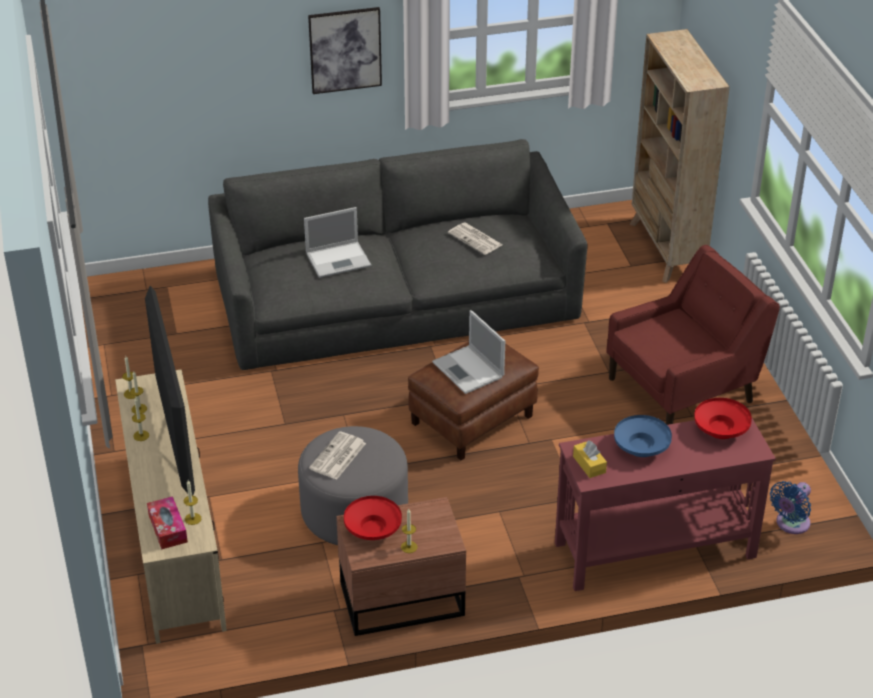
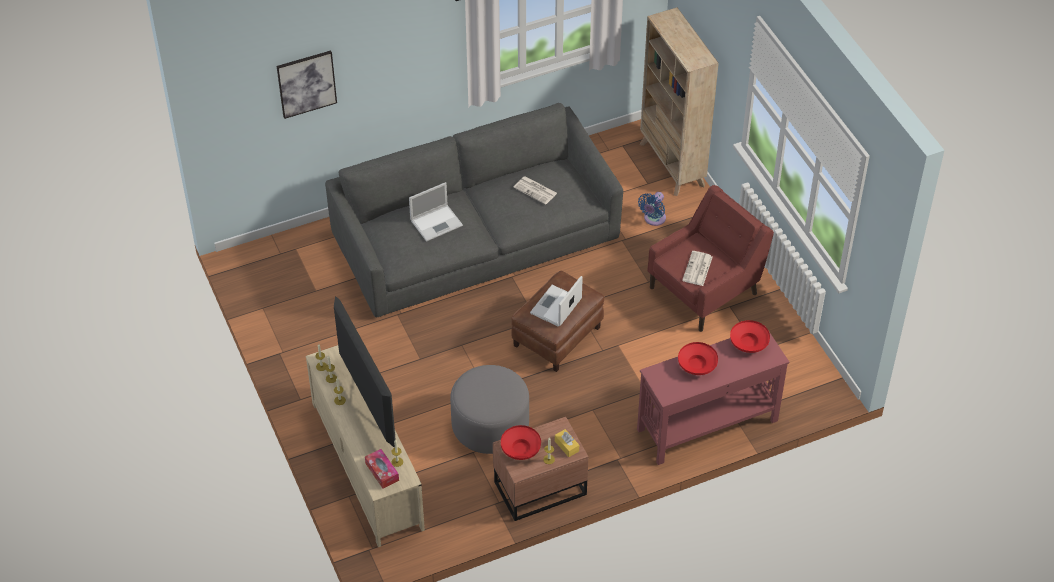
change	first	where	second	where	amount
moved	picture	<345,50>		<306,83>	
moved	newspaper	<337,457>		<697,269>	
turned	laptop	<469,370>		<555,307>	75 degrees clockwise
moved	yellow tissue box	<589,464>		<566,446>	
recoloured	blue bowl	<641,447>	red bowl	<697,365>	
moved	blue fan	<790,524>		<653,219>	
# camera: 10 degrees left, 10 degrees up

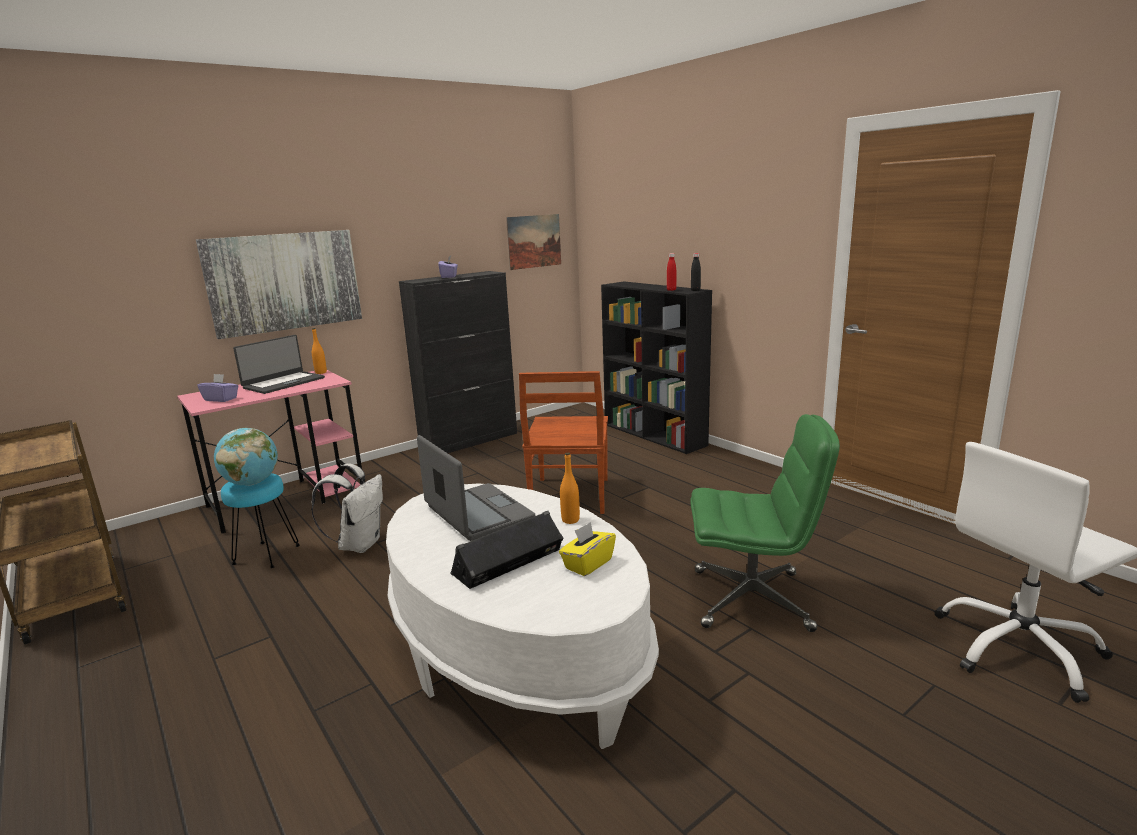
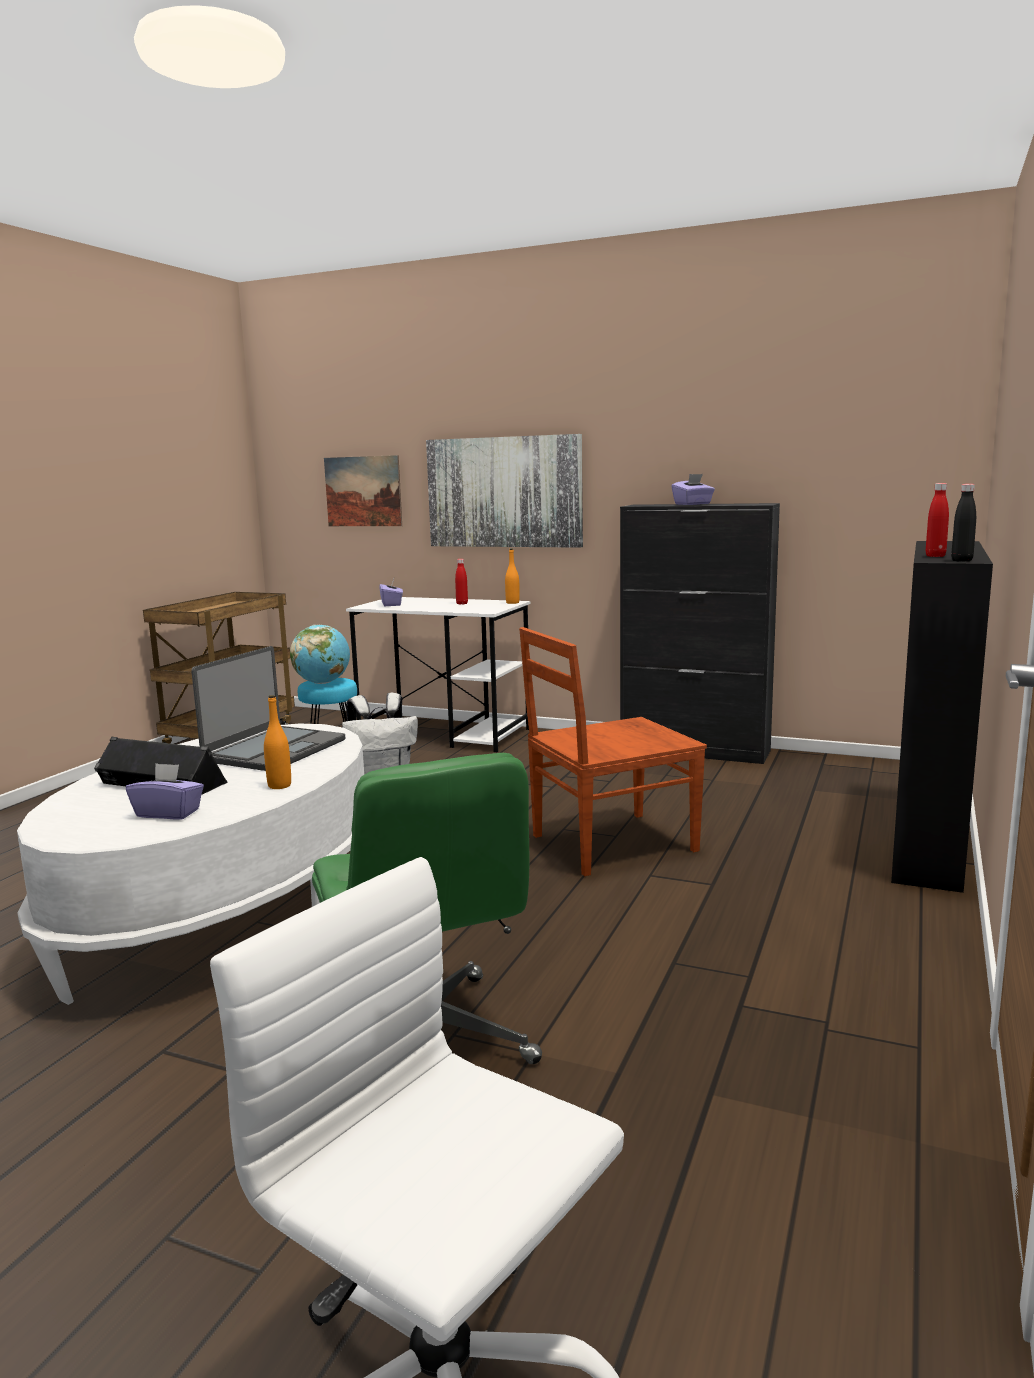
change	first	where	second	where	amount
recoloured	pink desk	<288,498>	white desk	<446,734>	
replaced	laptop	<283,383>	red bottle	<462,603>	
moved	picture	<534,241>		<363,491>	
recoloured	yellow tissue box	<588,564>	purple tissue box	<168,813>	
# camera: 60 degrees right, 5 degrees down

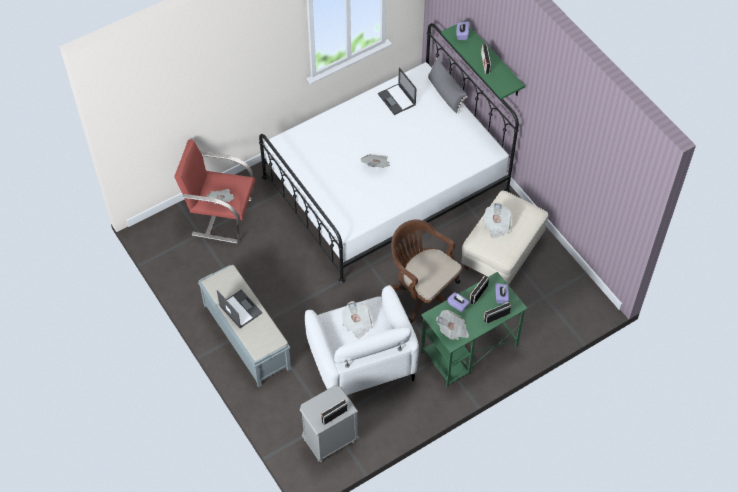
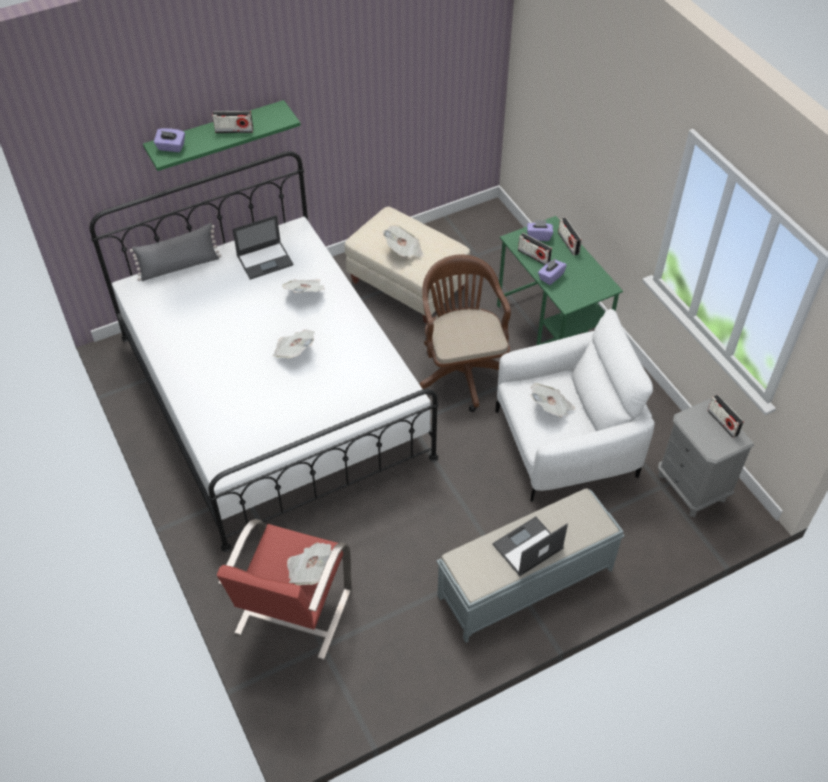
change	first	where	second	where	amount
moved	laptop	<397,99>		<265,260>	
turned	brown office chair	<423,293>		<462,369>	120 degrees clockwise
moved	newspaper	<452,330>		<306,293>	
# camera: 85 degrees left, 5 degrees down

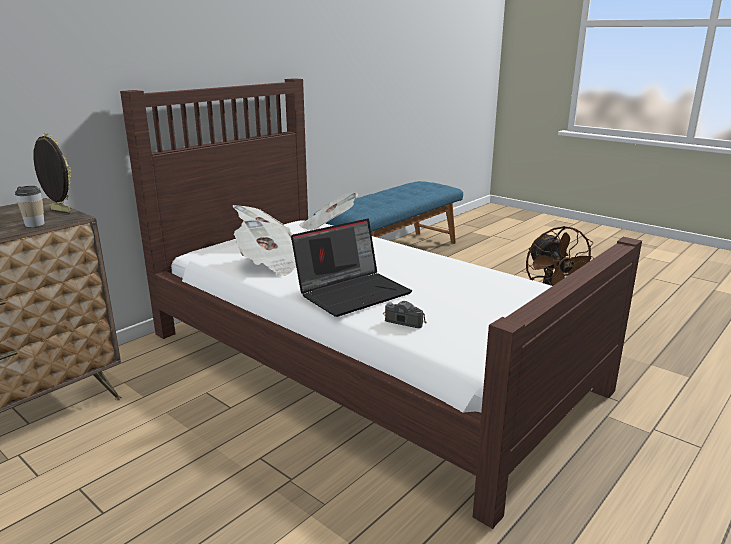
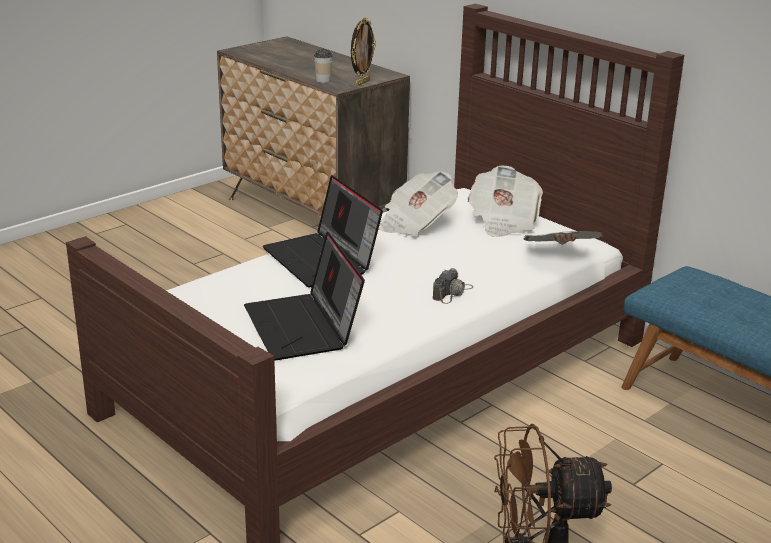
change	first	where	second	where	amount
moved	photo camera	<402,319>		<452,292>	
added			laptop	<304,327>	
# camera: 95 degrees right, 5 degrees up

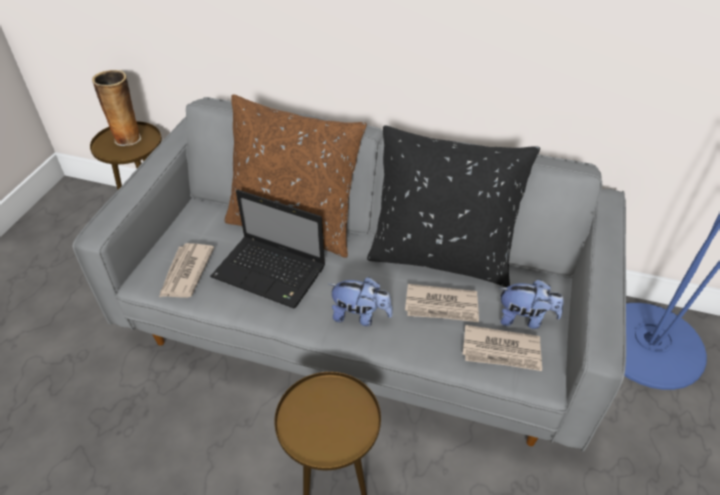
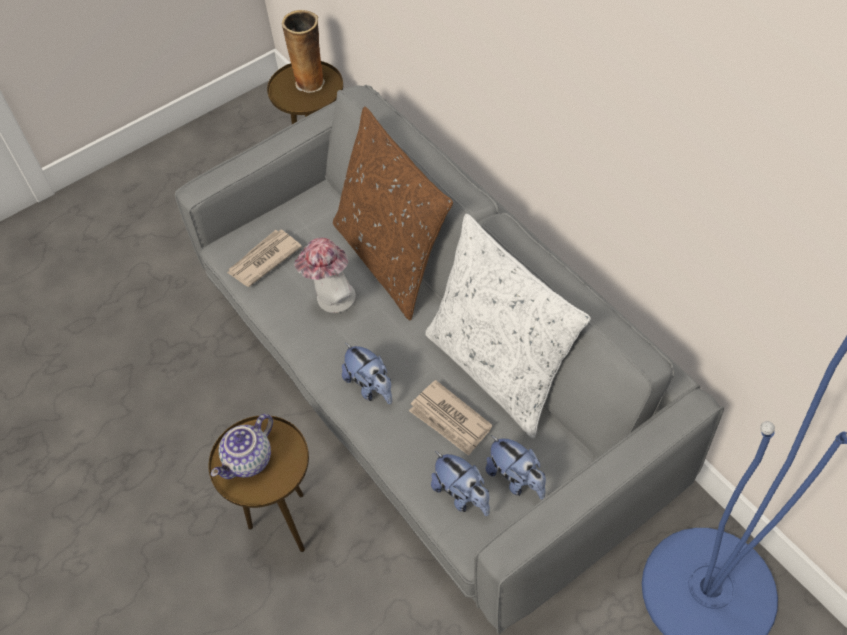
change	first	where	second	where	amount
replaced	laptop	<271,273>	hat	<331,300>	
recoloured	black pillow	<441,256>	white pillow	<498,369>	
replaced	newspaper	<502,351>	plush toy	<462,495>	
added			teapot	<249,461>	
# camera: 40 degrees right, 10 degrees up

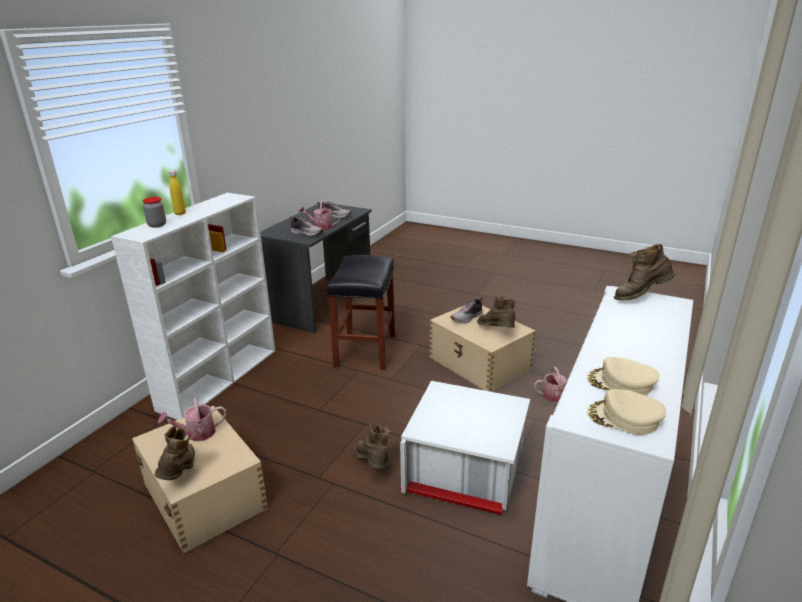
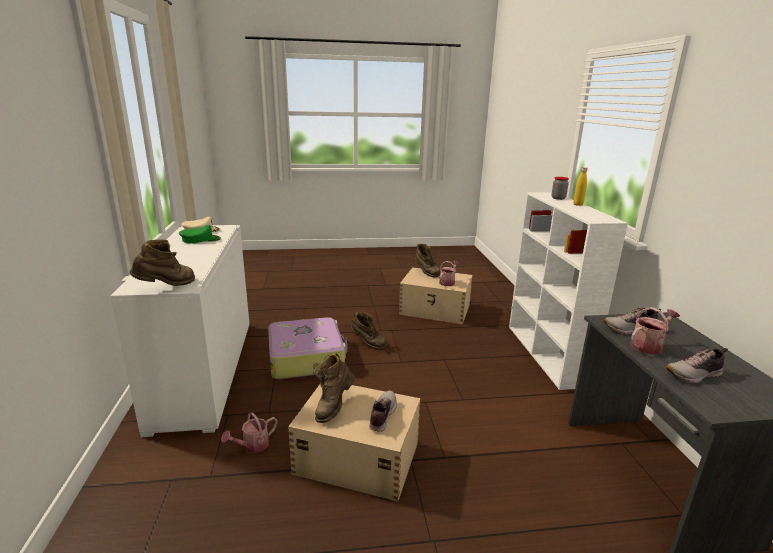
change	first	where	second	where	amount
removed	black stool	<366,351>			
replaced	white storage box	<464,473>	suitcase	<307,357>	
turned	brown boot	<496,331>		<333,406>	90 degrees clockwise
recoloured	beige cap	<621,383>	green cap	<200,239>	
# camera: 145 degrees right, 5 degrees down

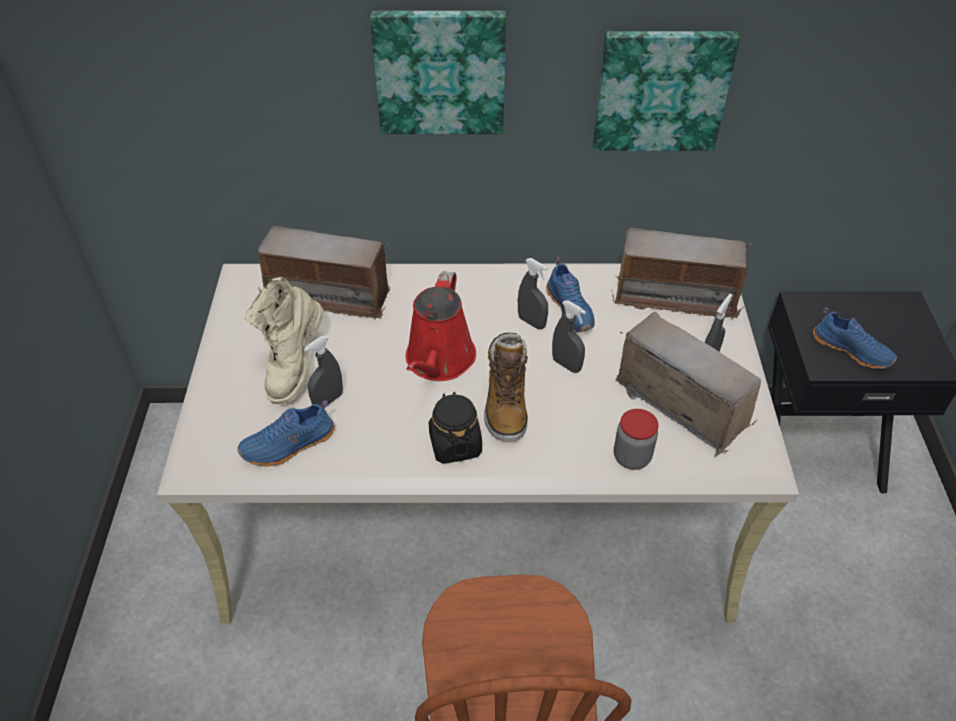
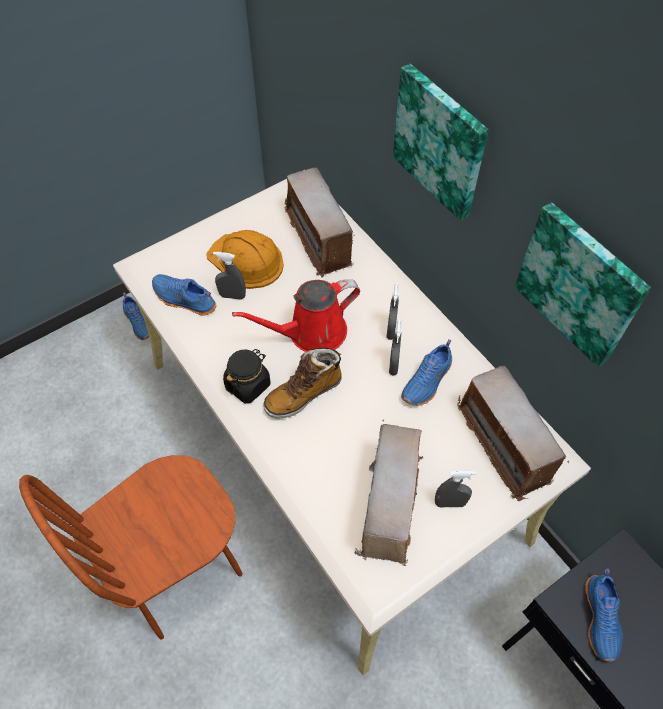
change	first	where	second	where	amount
replaced	beige boot	<294,366>	orange hard hat	<246,261>	
moved	grey spray bottle	<566,365>		<391,330>	
removed	jar	<632,457>			
added			blue shoe	<139,323>	
# camera: 55 degrees right, 10 degrees up

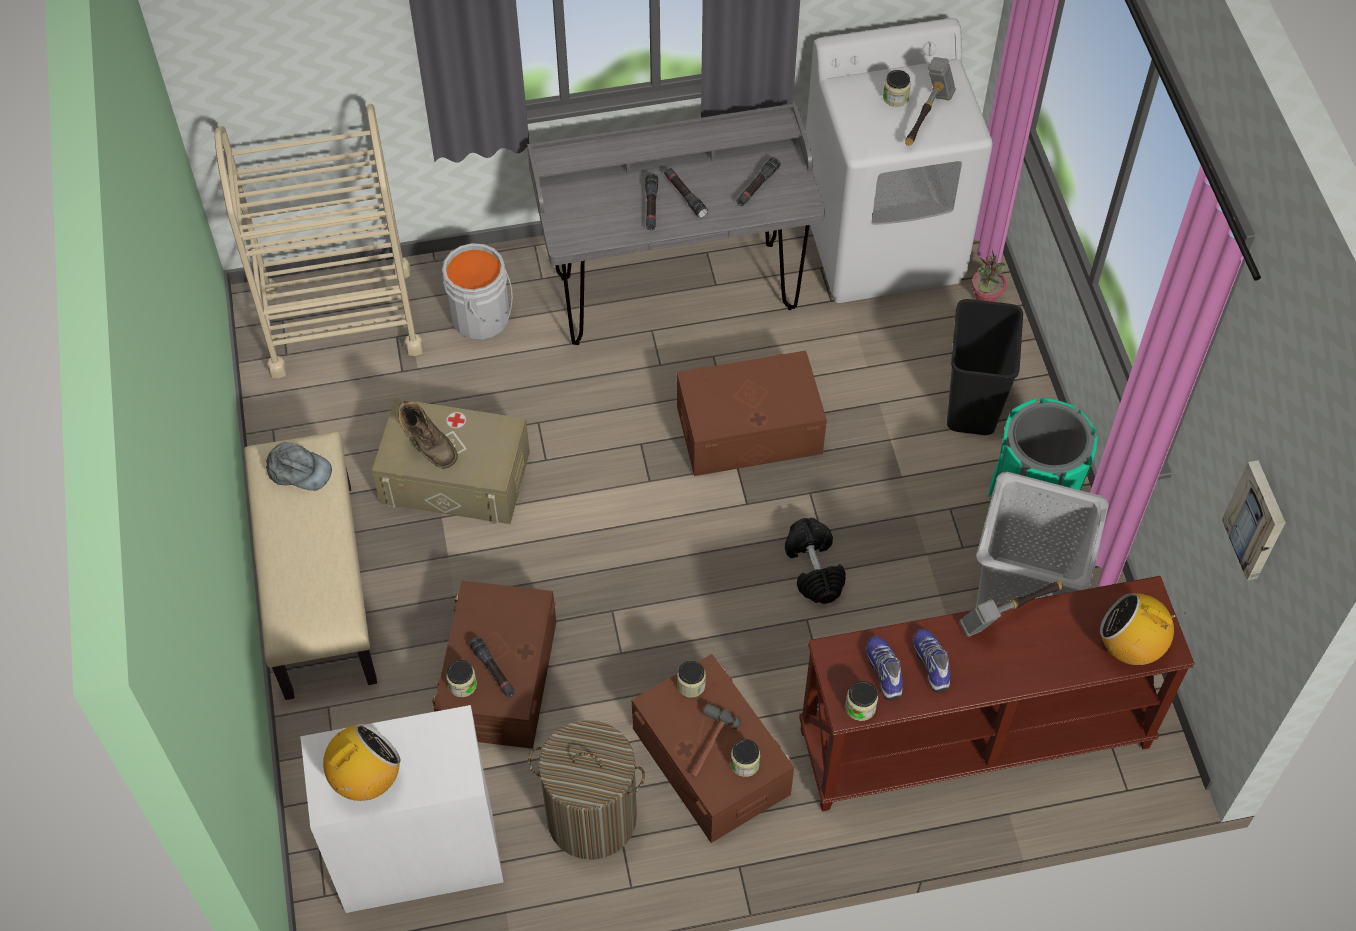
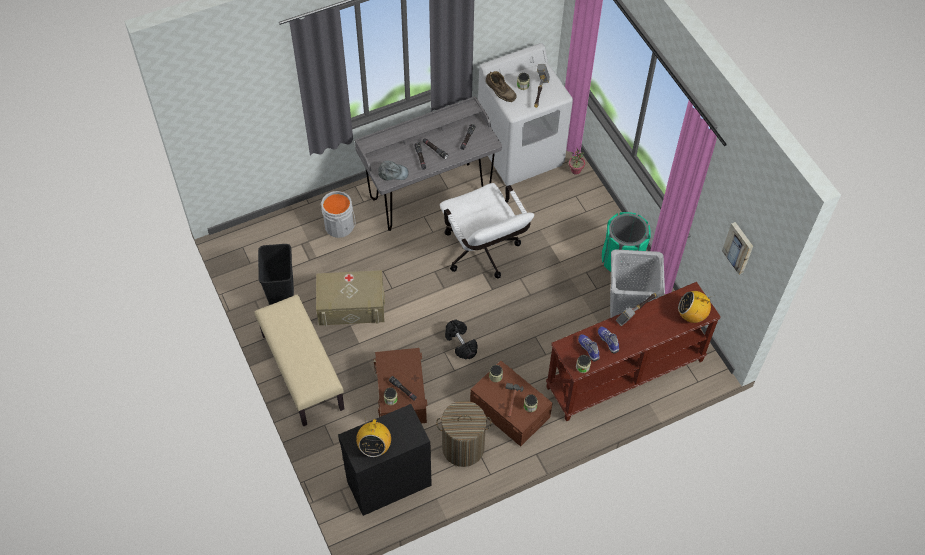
change	first	where	second	where	amount
removed	beige cart	<341,320>			
moved	grey cap	<299,470>		<393,173>	
recoloured	white cabinet	<417,855>	black cabinet	<388,482>	
turned	radio	<366,779>		<374,446>	150 degrees clockwise
moved	brown boot	<428,445>		<499,94>	
replaced	brown storage box	<749,430>	white office chair	<483,254>	
moved	black dumbbell	<813,569>		<460,343>	
moved	black trash can	<973,407>		<282,295>	
# camera: 15 degrees left, 0 degrees up

